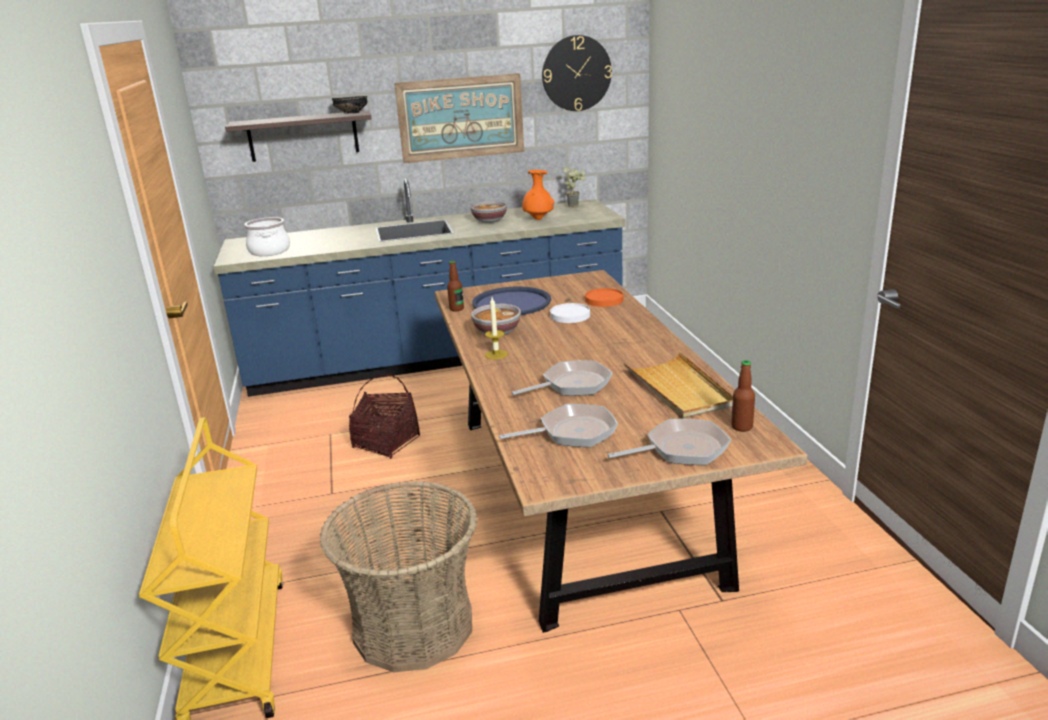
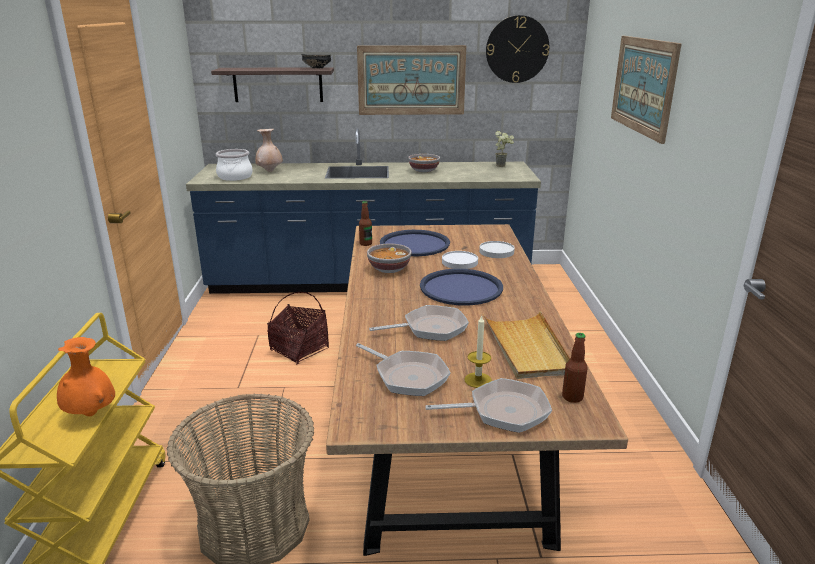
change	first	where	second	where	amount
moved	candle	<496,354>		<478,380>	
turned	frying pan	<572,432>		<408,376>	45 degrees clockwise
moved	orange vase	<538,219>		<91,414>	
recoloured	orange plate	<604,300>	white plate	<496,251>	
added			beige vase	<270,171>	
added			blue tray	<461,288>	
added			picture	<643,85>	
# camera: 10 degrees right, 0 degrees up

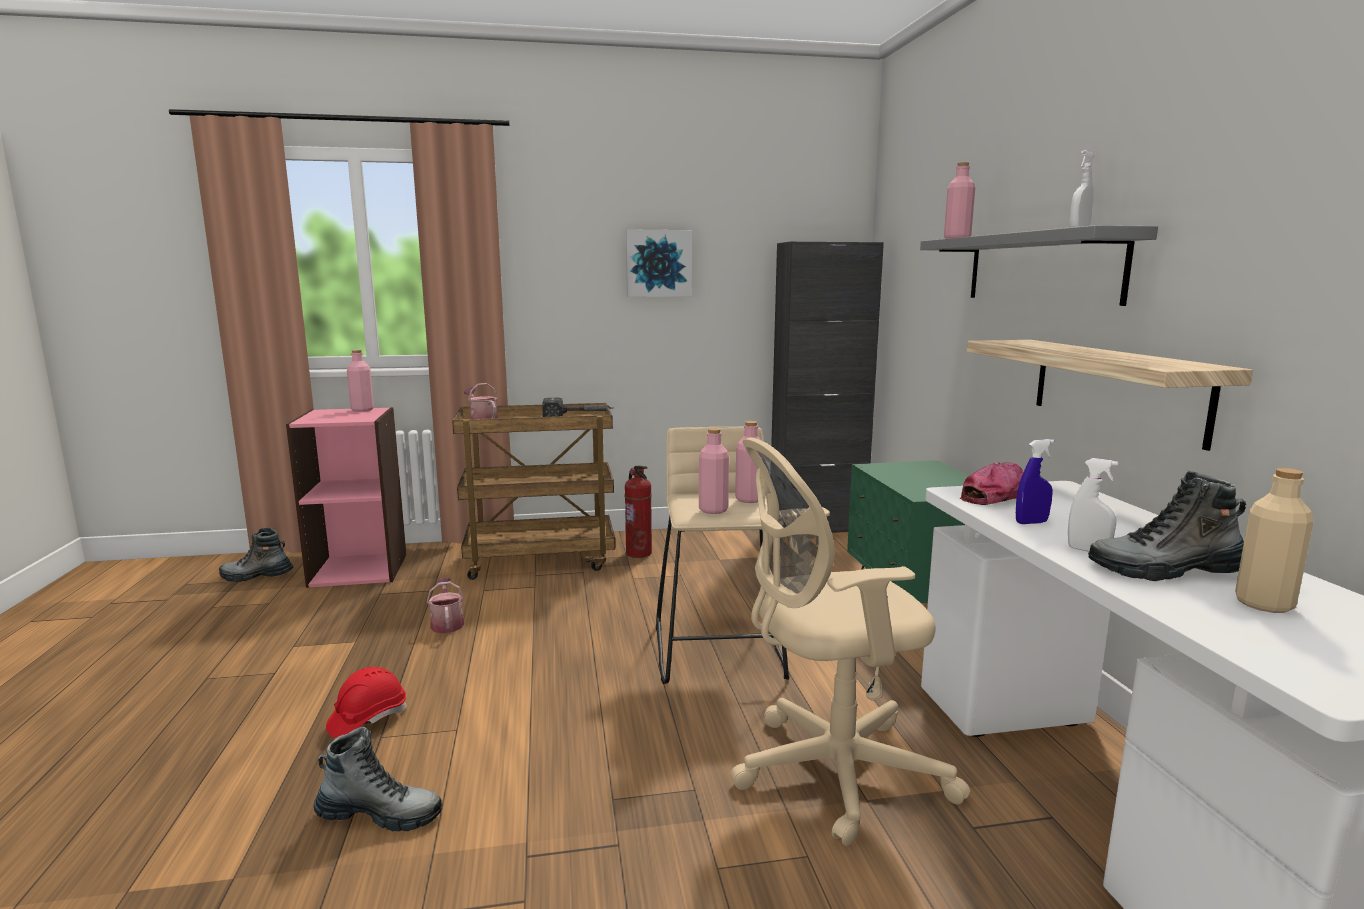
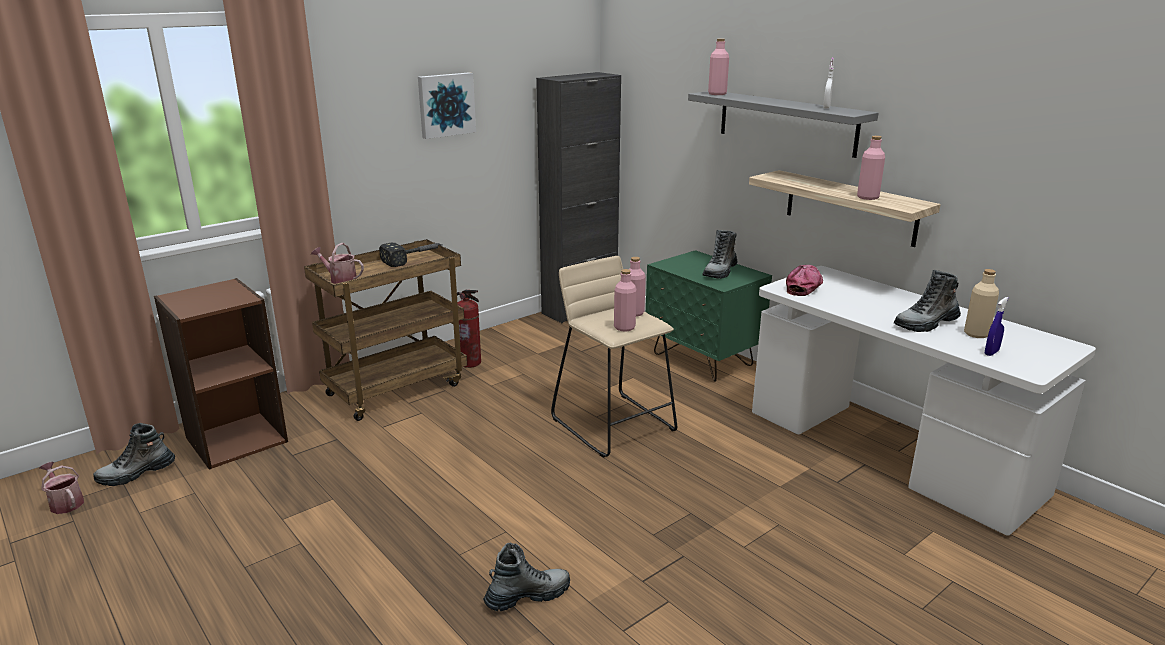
change	first	where	second	where	amount
recoloured	pink bookcase	<359,569>	brown bookcase	<236,439>	
removed	red hard hat	<367,718>			
moved	pink bottle	<362,410>		<867,197>	
moved	watering can	<447,623>		<65,502>	
removed	beige office chair	<830,772>			
moved	blue spray bottle	<1031,522>		<991,352>	
removed	white spray bottle	<1088,550>			
added			boot	<720,271>	
# camera: 30 degrees left, 10 degrees up

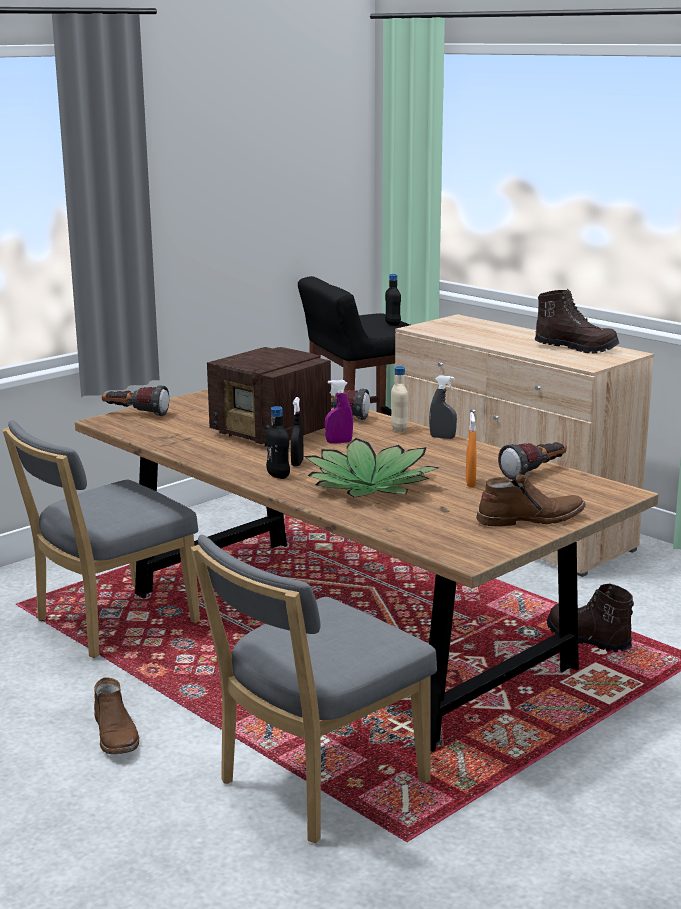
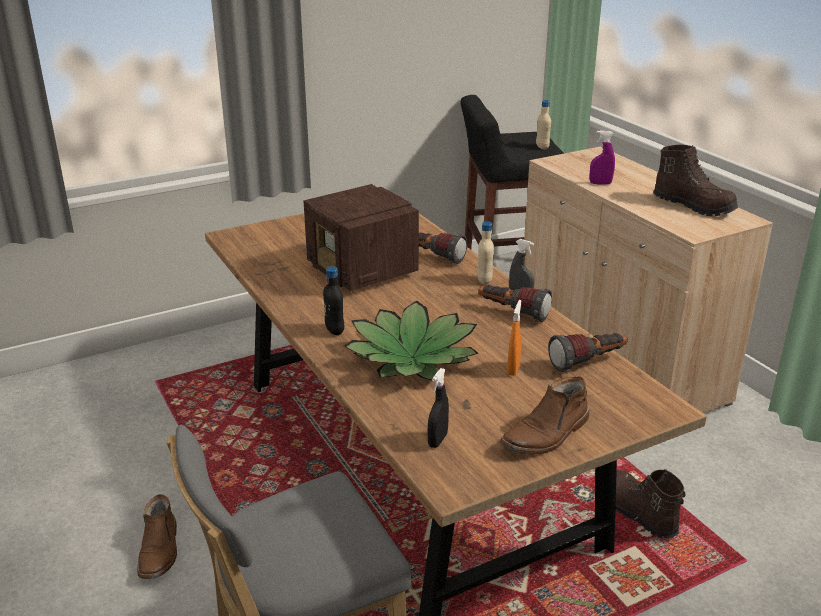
change	first	where	second	where	amount
removed	grey chair	<109,623>			
moved	flashlight	<135,414>		<512,313>	
moved	black spray bottle	<297,463>		<437,440>	
moved	purple spray bottle	<339,442>		<600,183>	
recoloured	black bottle	<392,324>	beige bottle	<542,147>	
turned	brown boot	<529,519>		<546,434>	135 degrees clockwise
# camera: 15 degrees right, 10 degrees up

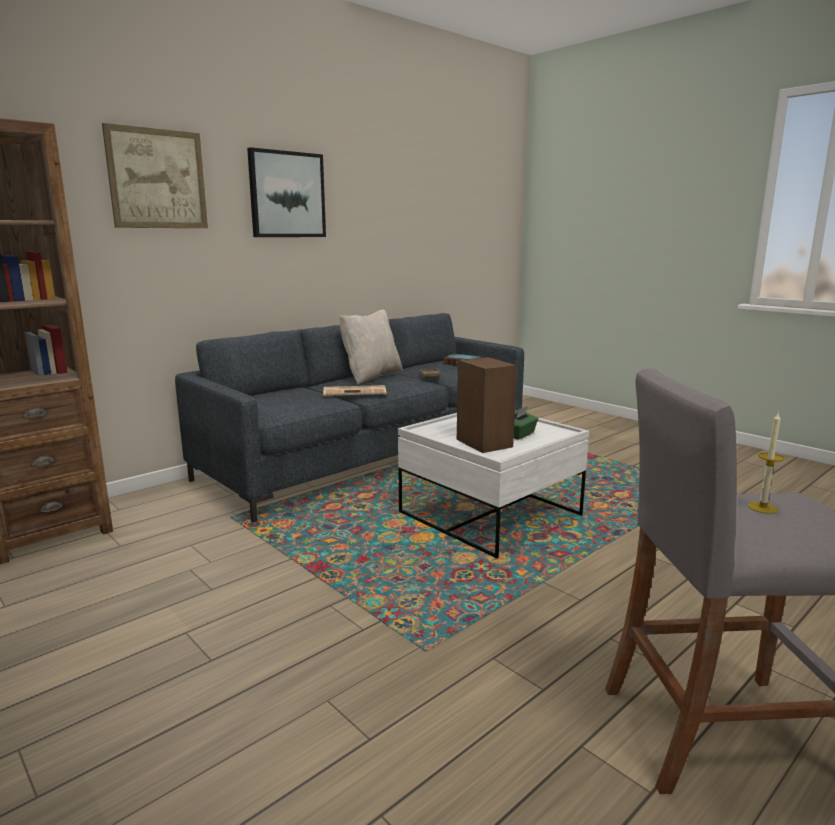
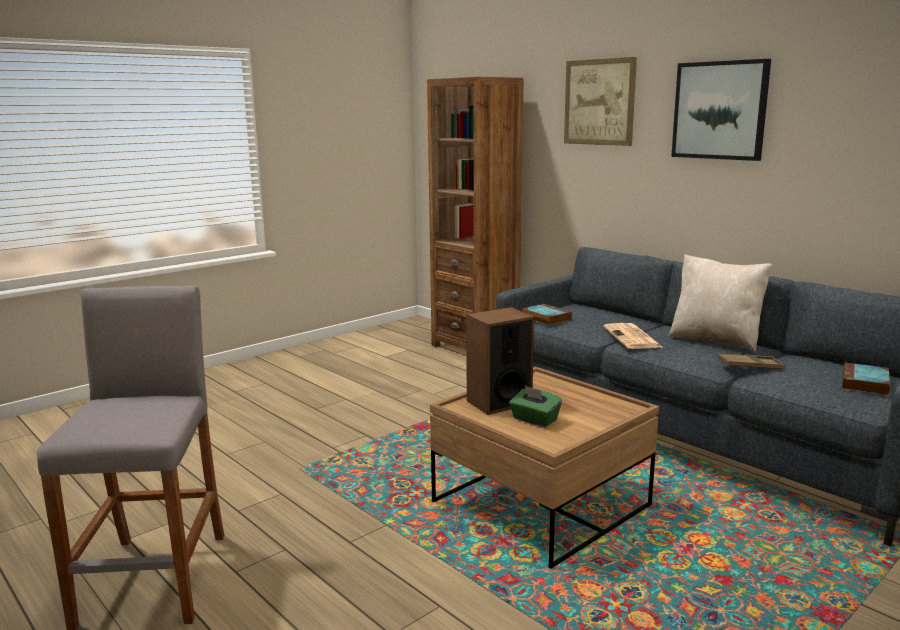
change	first	where	second	where	amount
recoloured	white coffee table	<489,514>	brown coffee table	<541,504>	
removed	candle	<762,507>			
added			book	<545,318>	
# camera: 90 degrees right, 0 degrees up

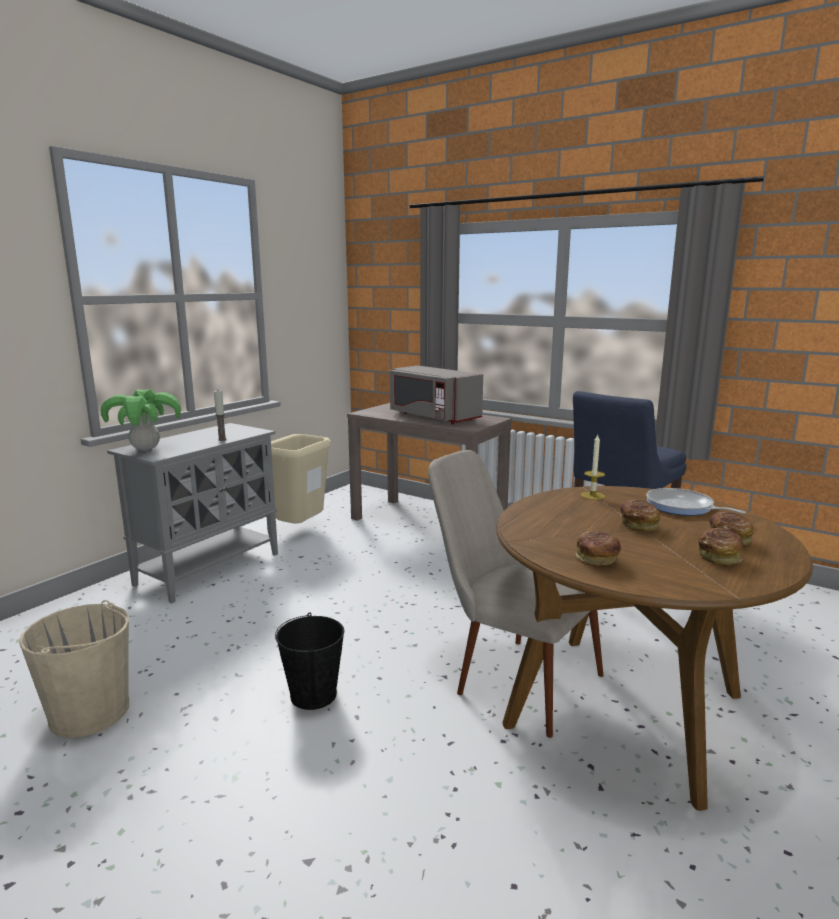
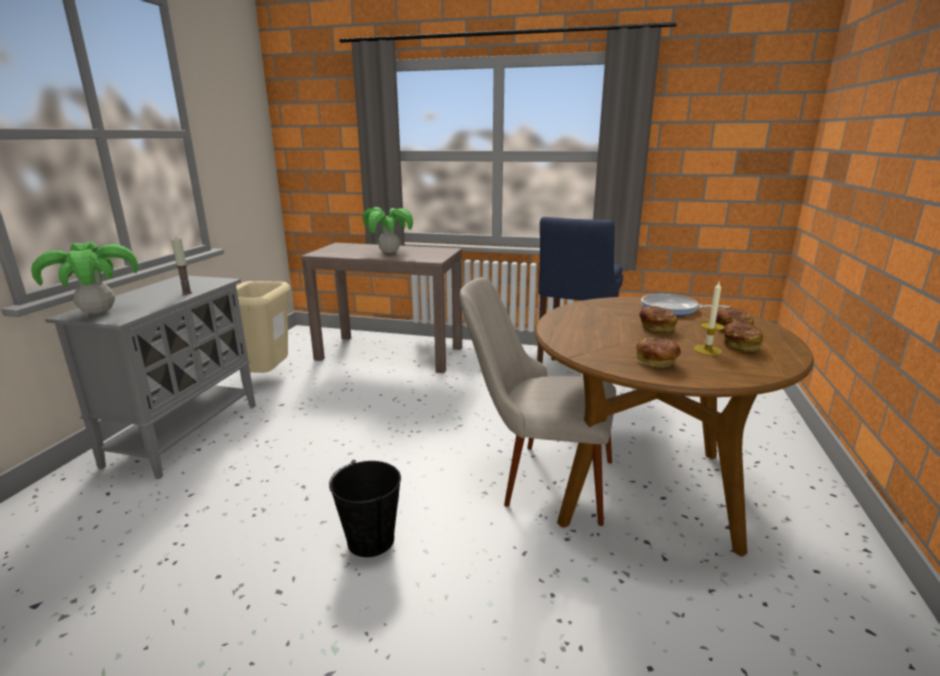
change	first	where	second	where	amount
removed	beige bucket	<90,712>			
replaced	grey microwave	<433,417>	potted plant	<389,252>	
moved	candle	<592,496>		<707,350>	
# camera: 20 degrees left, 5 degrees up

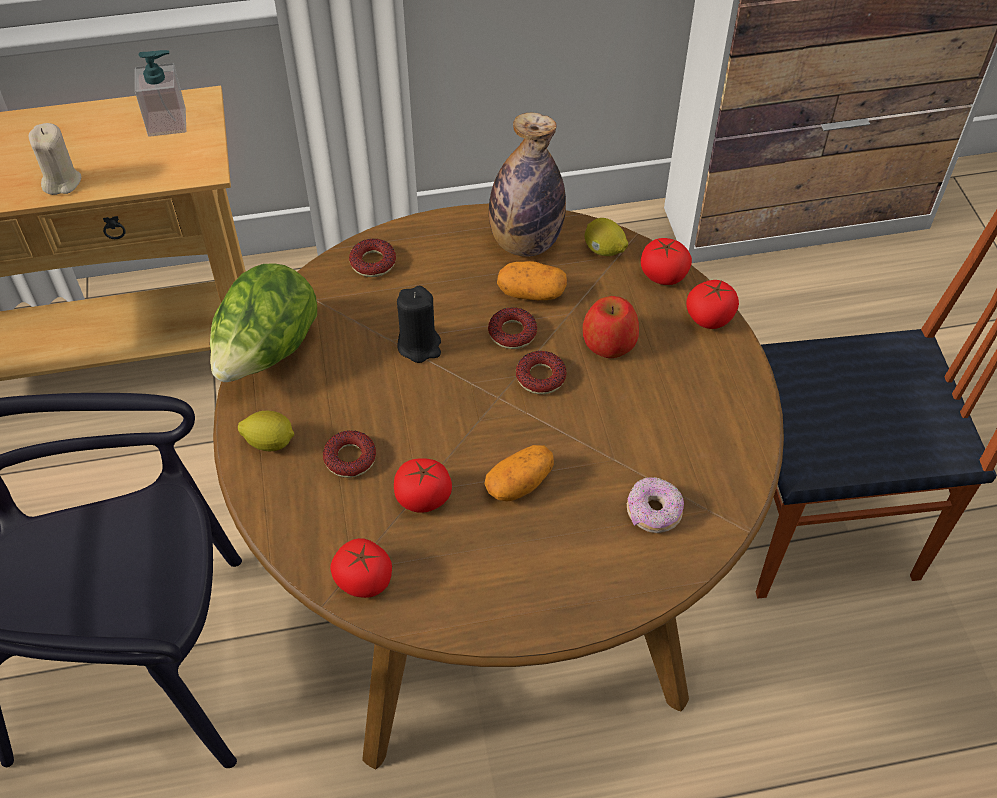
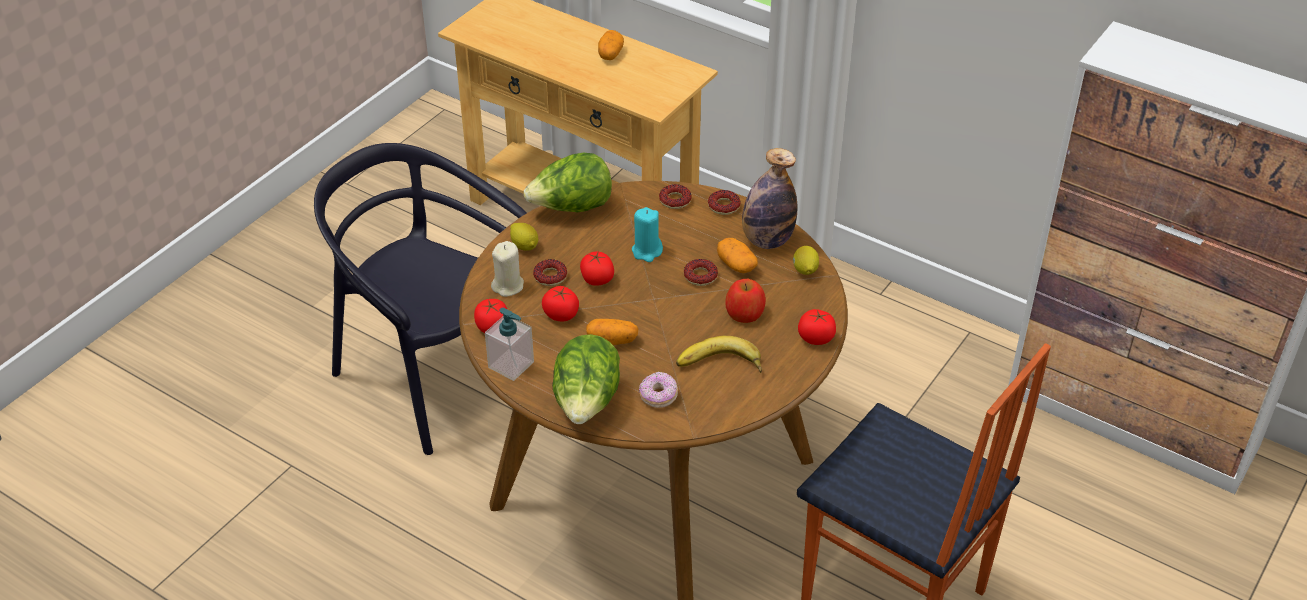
change	first	where	second	where	amount
moved	beige candle	<61,181>		<508,286>	
moved	soap dispenser	<167,122>		<511,365>	
recoloured	black candle	<419,345>	turquoise candle	<647,251>	
moved	donut	<540,377>		<723,206>	
moved	tomato	<663,275>		<597,279>	
added			lettuce	<587,403>	
added			potato	<610,54>	
added			banana	<719,366>	
# camera: 45 degrees right, 10 degrees down

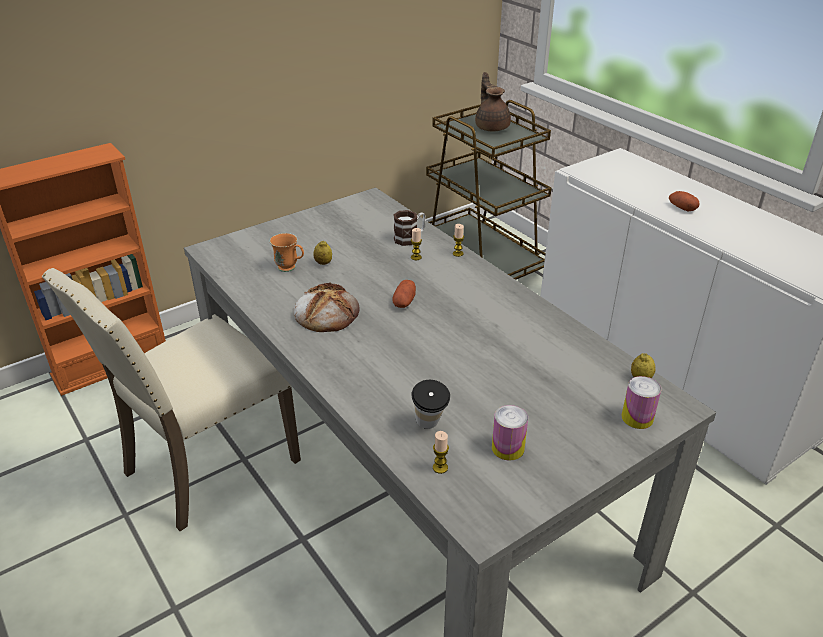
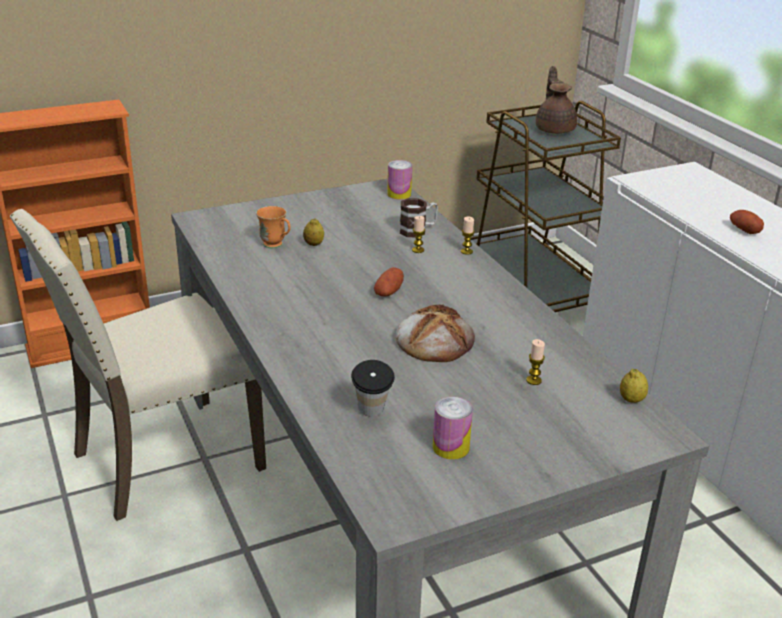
change	first	where	second	where	amount
moved	bread	<326,313>		<434,340>	
moved	candle	<440,468>		<533,380>	
moved	can	<637,418>		<399,194>	
# camera: 10 degrees right, 5 degrees down

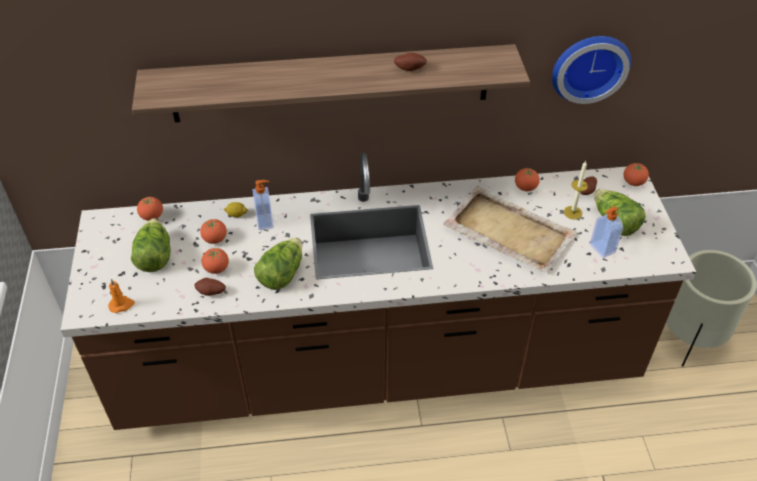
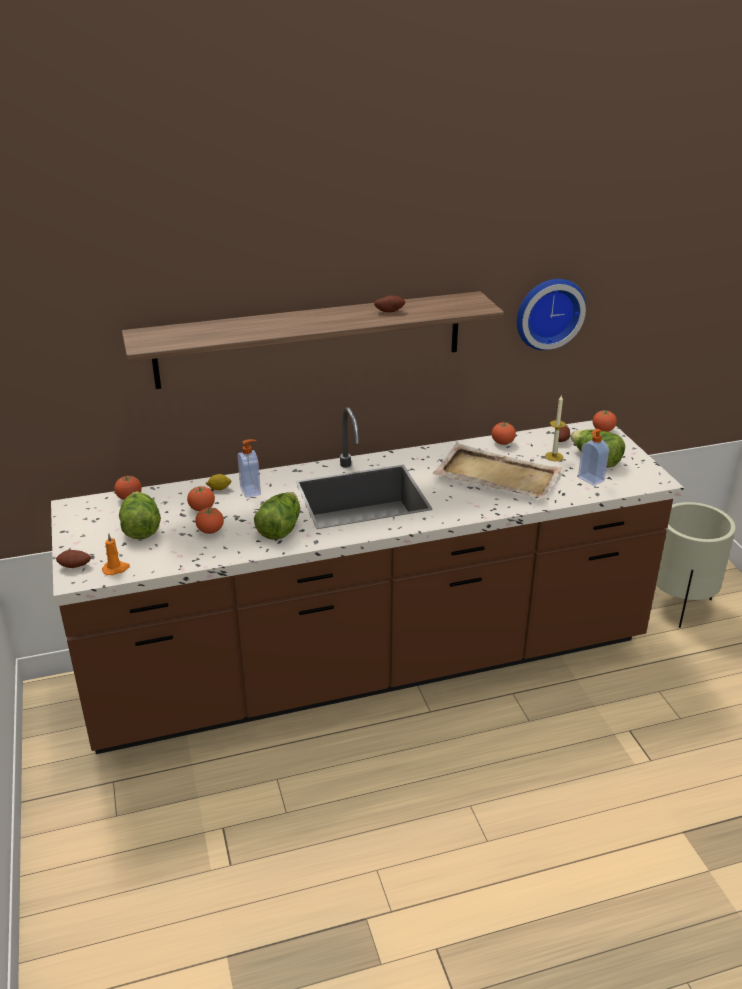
change	first	where	second	where	amount
moved	potato	<211,293>		<74,567>	
# camera: 10 degrees left, 15 degrees down

